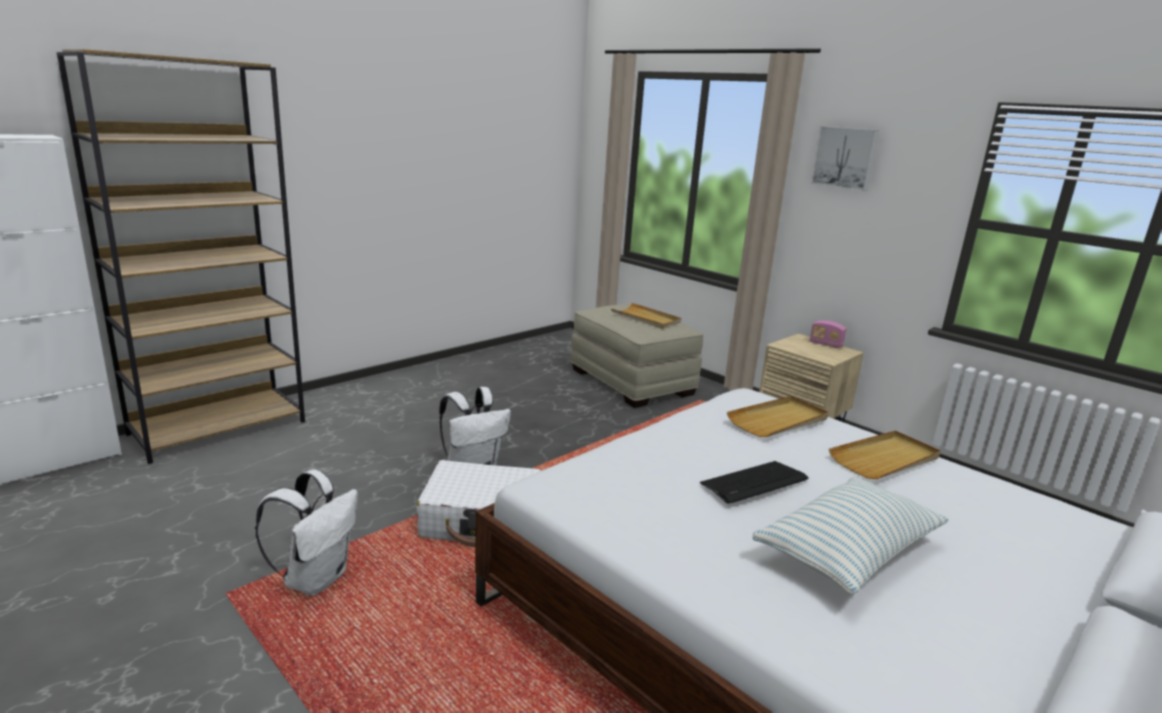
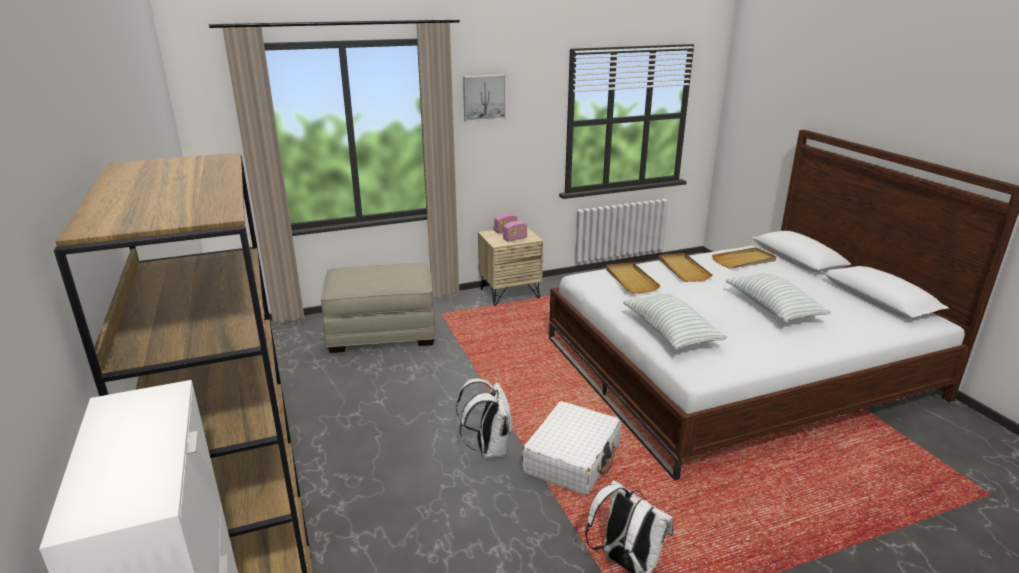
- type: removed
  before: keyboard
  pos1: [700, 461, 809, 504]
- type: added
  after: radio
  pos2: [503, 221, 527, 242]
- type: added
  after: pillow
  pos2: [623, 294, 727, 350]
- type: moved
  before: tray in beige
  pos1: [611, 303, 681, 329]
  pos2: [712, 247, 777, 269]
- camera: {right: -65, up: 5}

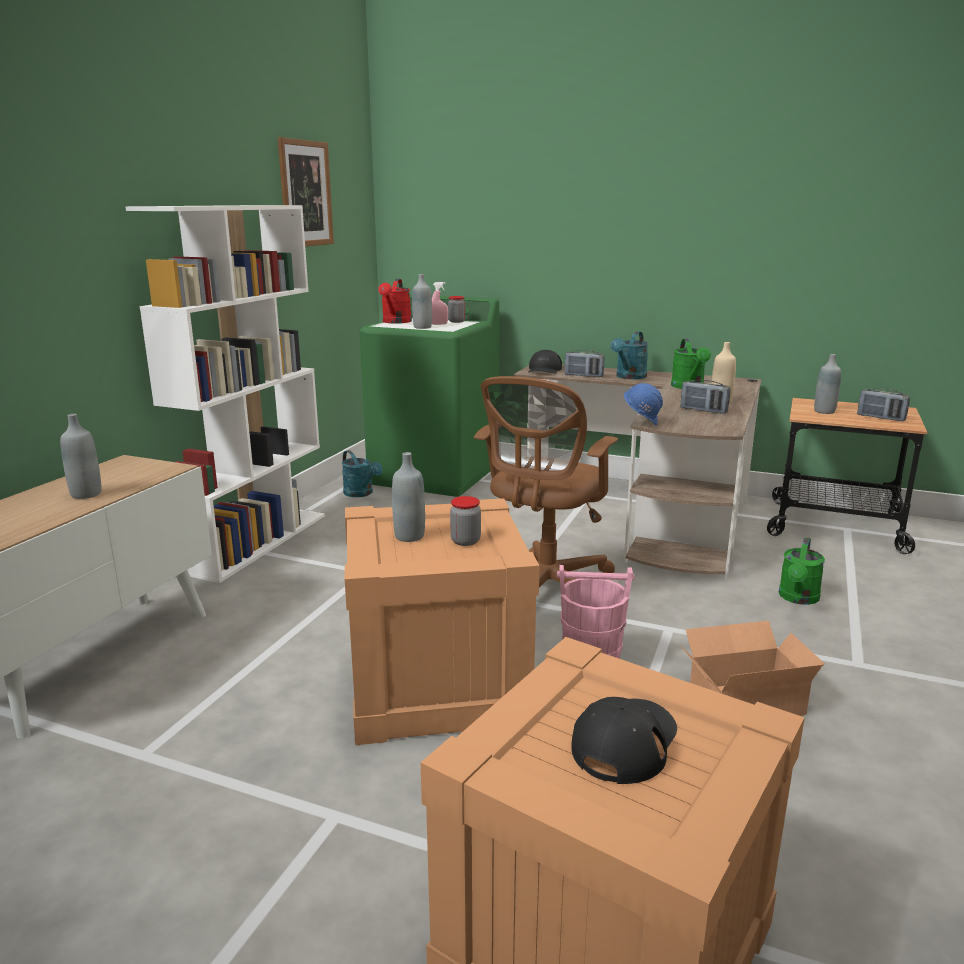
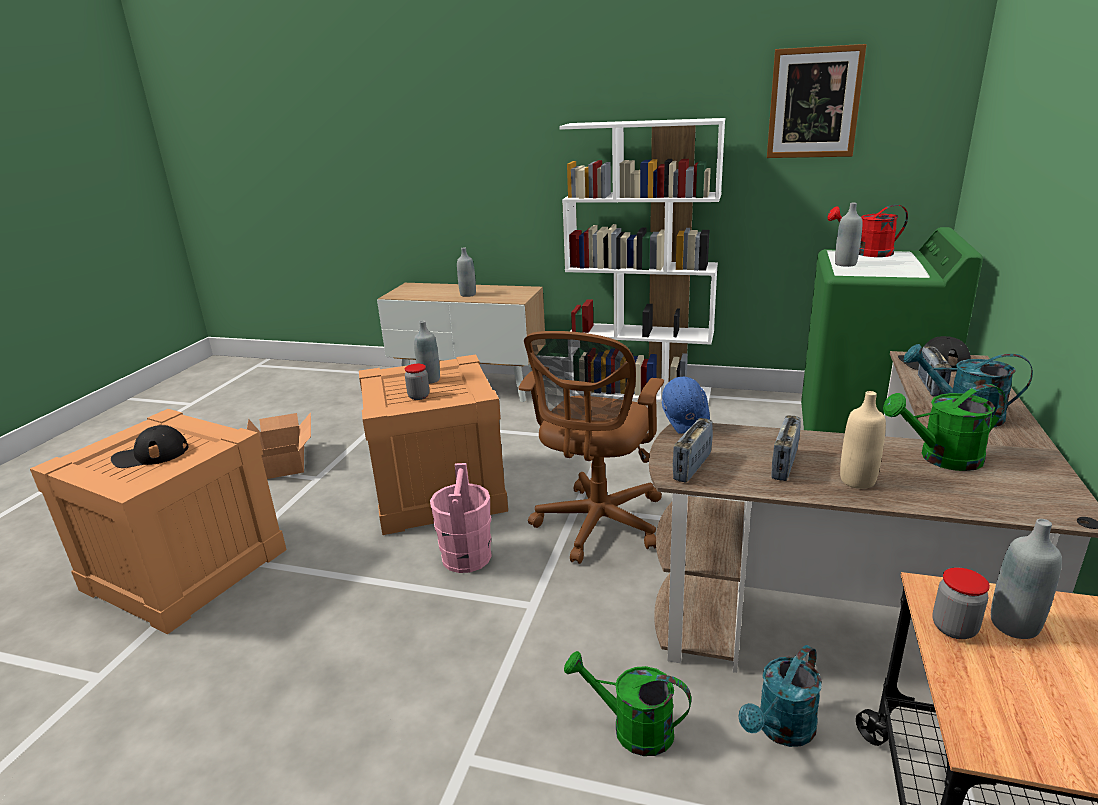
- type: removed
  before: spray bottle in pink
  pos1: [432, 282, 448, 325]
- type: moved
  before: watering can in turquoise
  pos1: [342, 450, 383, 497]
  pos2: [739, 645, 822, 747]
- type: moved
  before: jar
  pos1: [448, 296, 465, 323]
  pos2: [932, 568, 990, 639]
- type: moved
  before: cardboard box
  pos1: [681, 621, 825, 716]
  pos2: [247, 412, 311, 479]
- type: moved
  before: radio
  pos1: [857, 389, 910, 421]
  pos2: [673, 418, 713, 483]
- type: turned
  before: office chair in brown
  pos1: [474, 376, 618, 587]
  pos2: [518, 331, 664, 564]
  turn: -90
- type: turned
  before: cap in black
  pos1: [571, 697, 677, 784]
  pos2: [111, 425, 189, 468]
  turn: 135
- camera: {right: 85, up: 5}

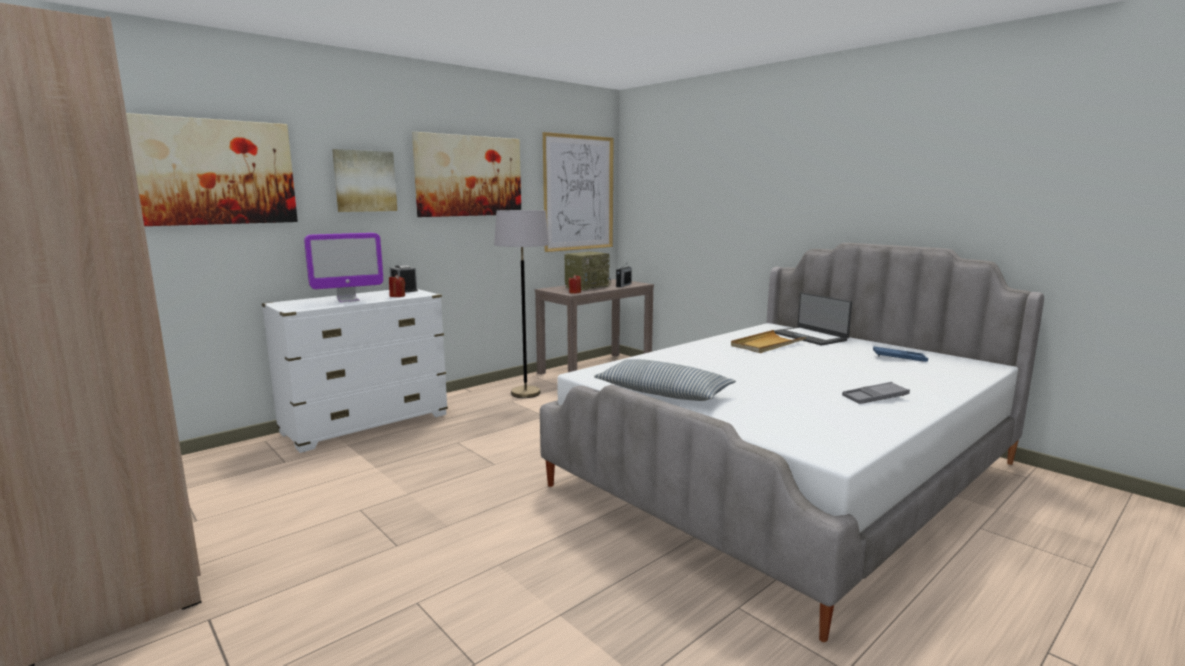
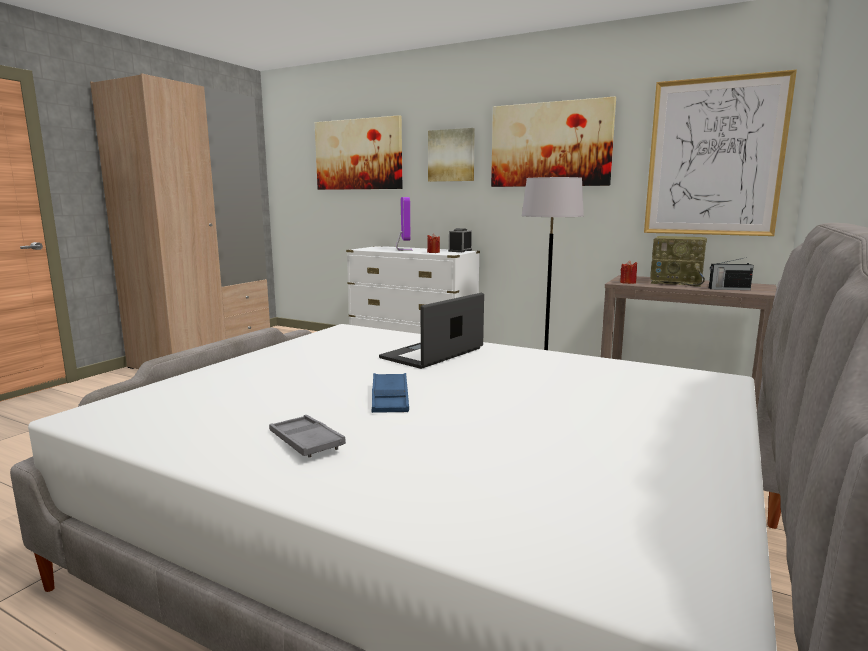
- type: removed
  before: pillow
  pos1: [594, 359, 736, 401]
- type: removed
  before: tray in beige
  pos1: [731, 330, 806, 353]
- type: moved
  before: laptop
  pos1: [774, 292, 852, 345]
  pos2: [379, 293, 484, 369]
- type: moved
  before: tray in blue
  pos1: [873, 346, 928, 362]
  pos2: [371, 373, 409, 413]
- type: turned
  before: monitor
  pos1: [304, 233, 383, 302]
  pos2: [396, 197, 412, 251]
  turn: -135
- camera: {right: 70, up: 0}

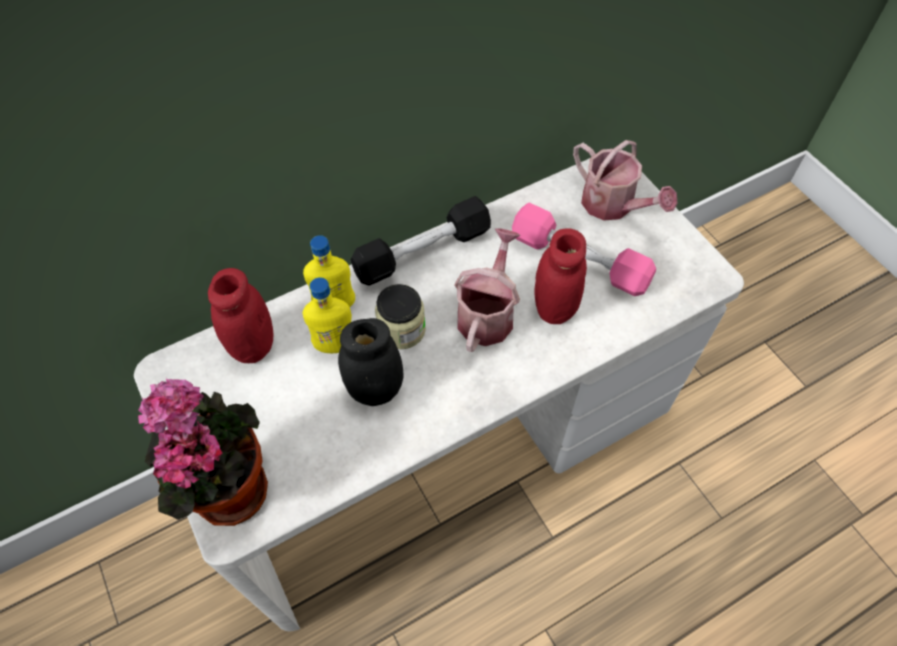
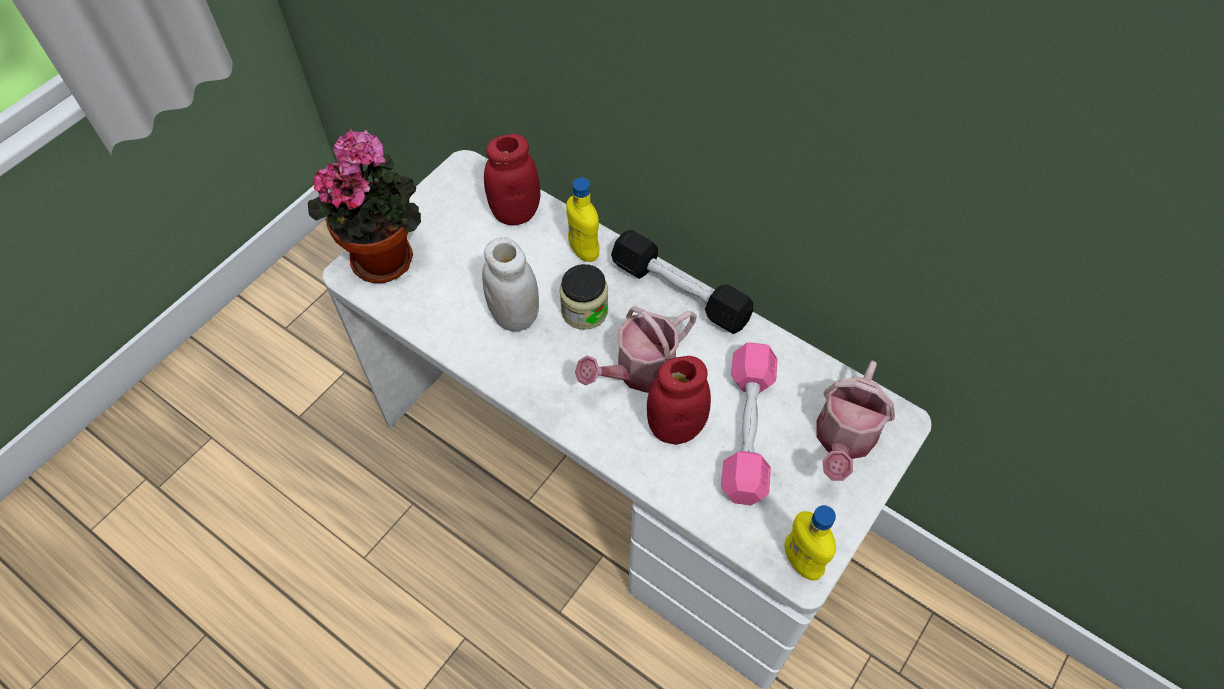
- type: moved
  before: bottle in yellow
  pos1: [303, 277, 352, 353]
  pos2: [784, 505, 836, 580]
- type: recoloured
  before: jar in black
  after: jar in white
  pos1: [338, 318, 404, 406]
  pos2: [482, 237, 539, 331]
- type: turned
  before: watering can
  pos1: [454, 228, 520, 352]
  pos2: [575, 306, 697, 393]
  turn: 150
- camera: {right: 65, up: 0}

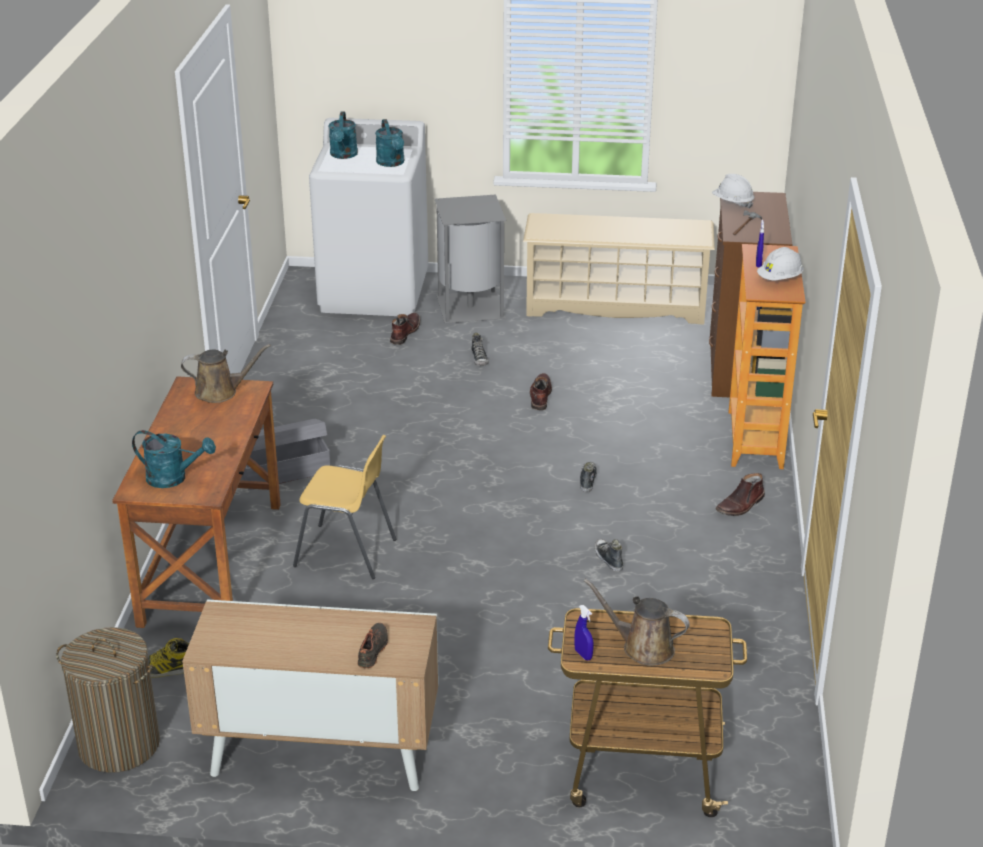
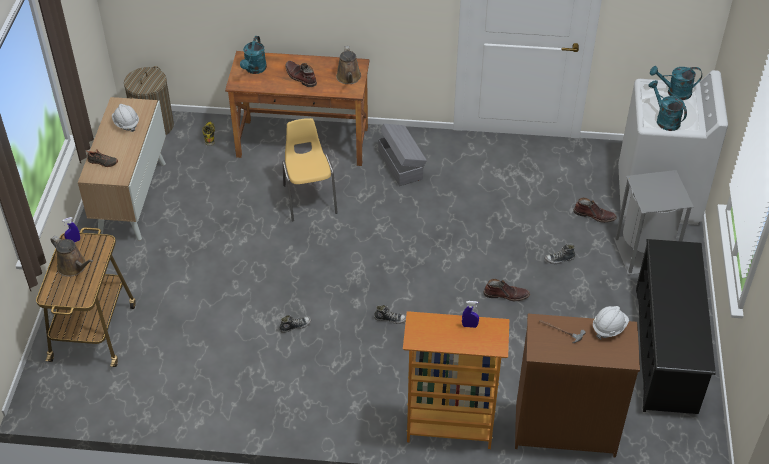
- type: moved
  before: boot in brown
  pos1: [715, 473, 765, 516]
  pos2: [285, 61, 317, 87]
- type: moved
  before: hard hat in white
  pos1: [757, 247, 804, 280]
  pos2: [112, 104, 139, 132]
- type: recoloured
  before: shoe rack in beige
  after: shoe rack in black
  pos1: [523, 213, 715, 325]
  pos2: [636, 239, 716, 414]
- type: turned
  before: chair in yellow
  pos1: [293, 435, 396, 579]
  pos2: [282, 118, 338, 222]
  turn: 150
- type: turned
  before: watering can in turquoise
  pos1: [375, 119, 404, 167]
  pos2: [648, 80, 687, 131]
  turn: 75
- type: turned
  before: watering can in brown
  pos1: [584, 579, 690, 666]
  pos2: [50, 236, 93, 277]
  turn: 105
- camera: {right: 90, up: 15}

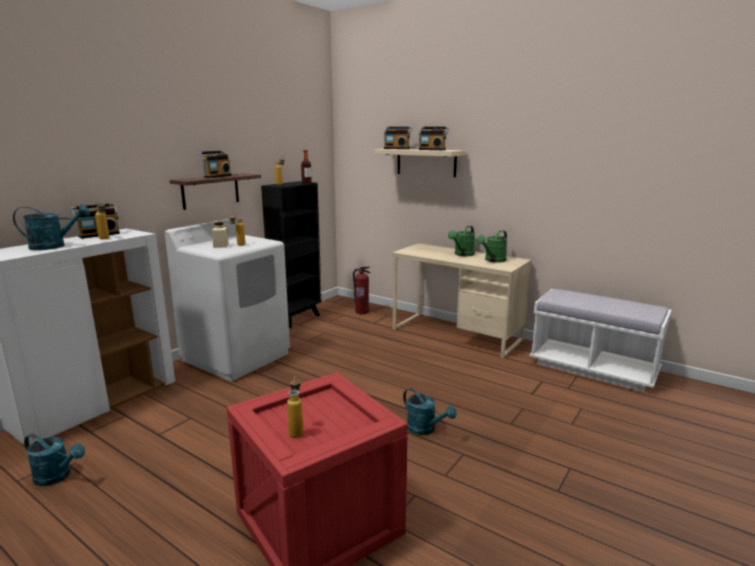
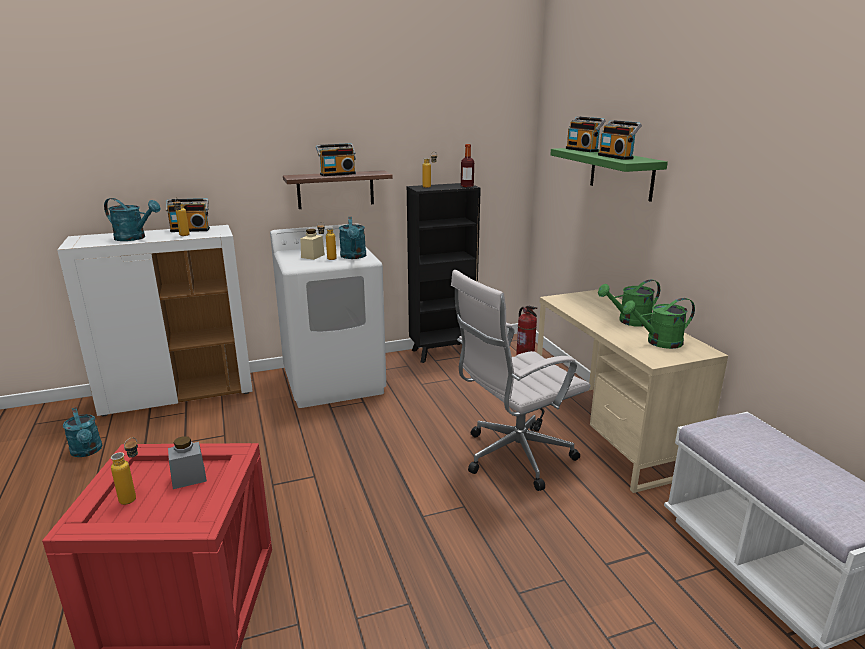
- type: added
  after: jar in grey
  pos2: [168, 436, 207, 489]
- type: added
  after: office chair in white
  pos2: [451, 270, 590, 491]
- type: moved
  before: watering can in turquoise
  pos1: [403, 388, 457, 435]
  pos2: [339, 217, 366, 259]
- type: recoloured
  before: shelf in beige
  after: shelf in green
  pos1: [374, 149, 466, 177]
  pos2: [550, 148, 668, 202]
- camera: {right: 35, up: 5}

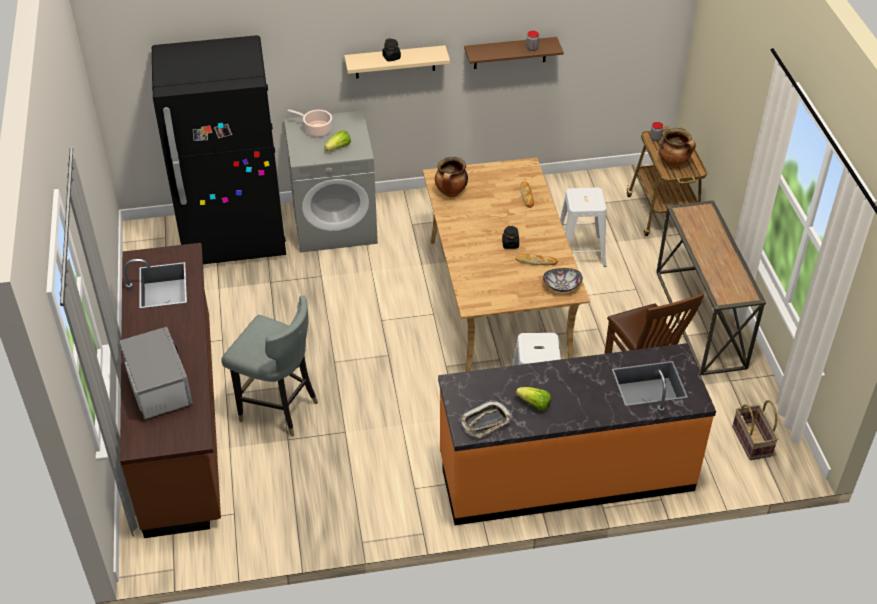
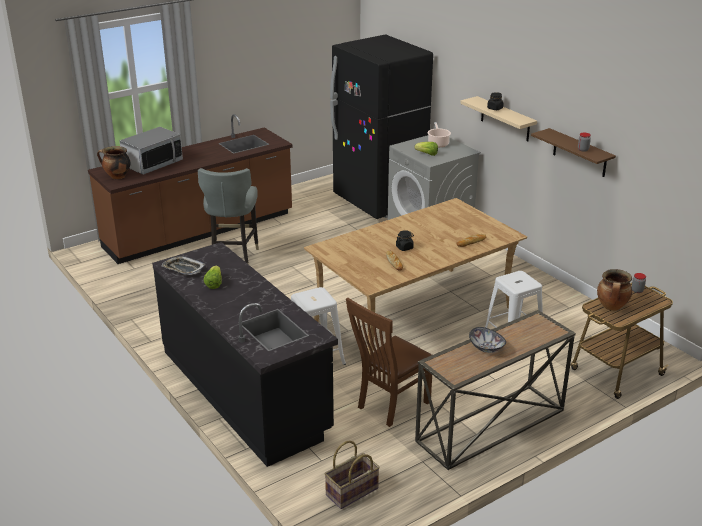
- type: moved
  before: cooking pot
  pos1: [435, 157, 468, 197]
  pos2: [97, 146, 130, 179]
- type: moved
  before: bowl
  pos1: [543, 268, 583, 292]
  pos2: [469, 327, 506, 353]
- type: recoloured
  before: counter in orange
  after: counter in black
  pos1: [438, 343, 716, 525]
  pos2: [152, 242, 338, 467]
- camera: {right: 65, up: -15}

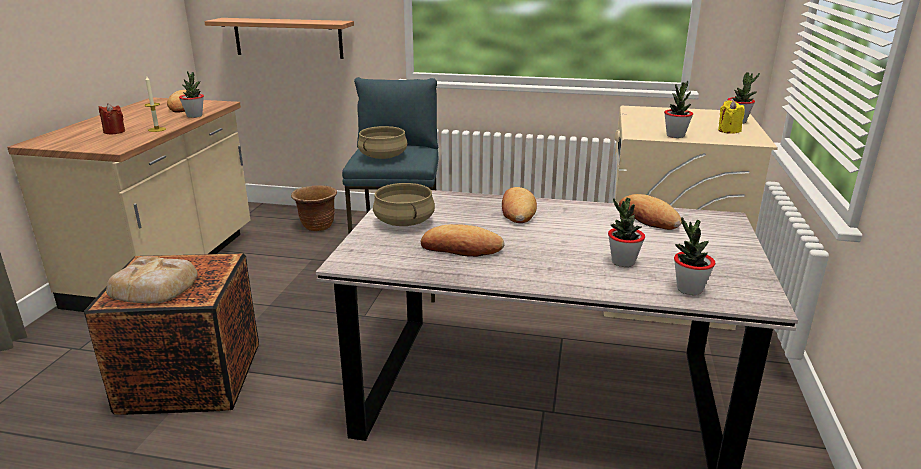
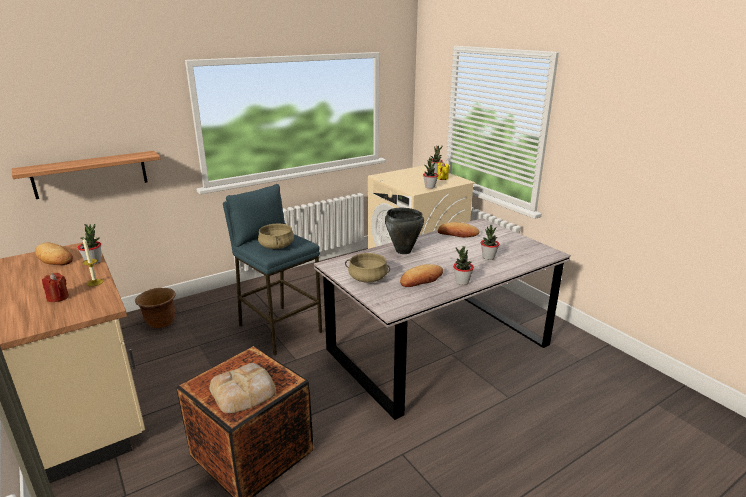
- type: moved
  before: potted plant
  pos1: [674, 217, 715, 295]
  pos2: [453, 246, 474, 285]
- type: replaced
  before: bread
  after: cooking pot in black
  pos1: [502, 187, 537, 223]
  pos2: [385, 208, 424, 254]
- camera: {right: -45, up: 0}

